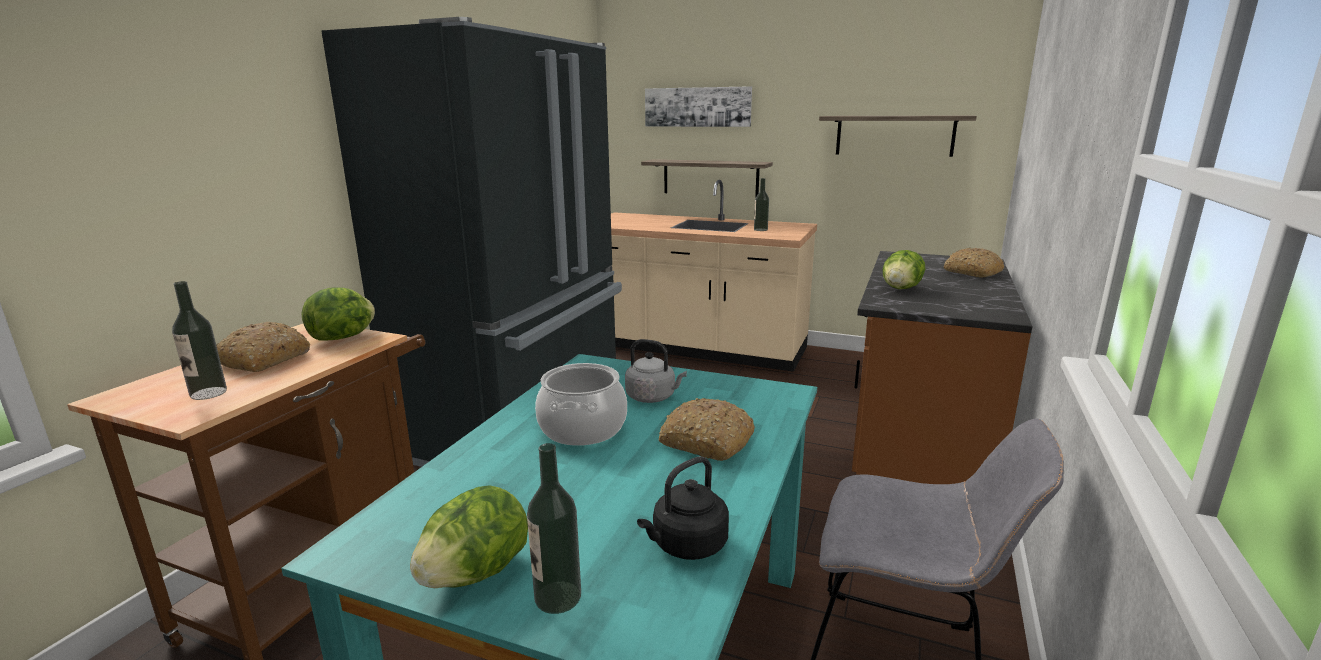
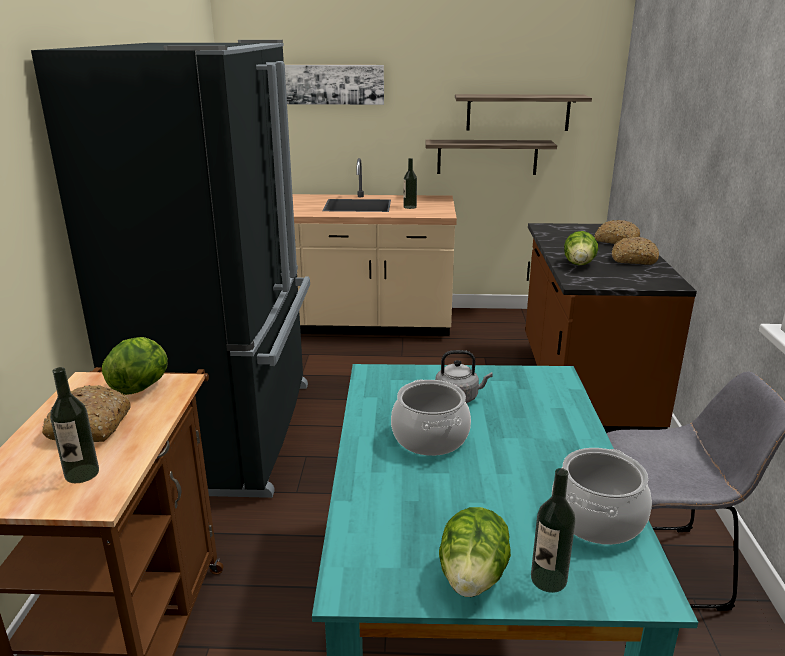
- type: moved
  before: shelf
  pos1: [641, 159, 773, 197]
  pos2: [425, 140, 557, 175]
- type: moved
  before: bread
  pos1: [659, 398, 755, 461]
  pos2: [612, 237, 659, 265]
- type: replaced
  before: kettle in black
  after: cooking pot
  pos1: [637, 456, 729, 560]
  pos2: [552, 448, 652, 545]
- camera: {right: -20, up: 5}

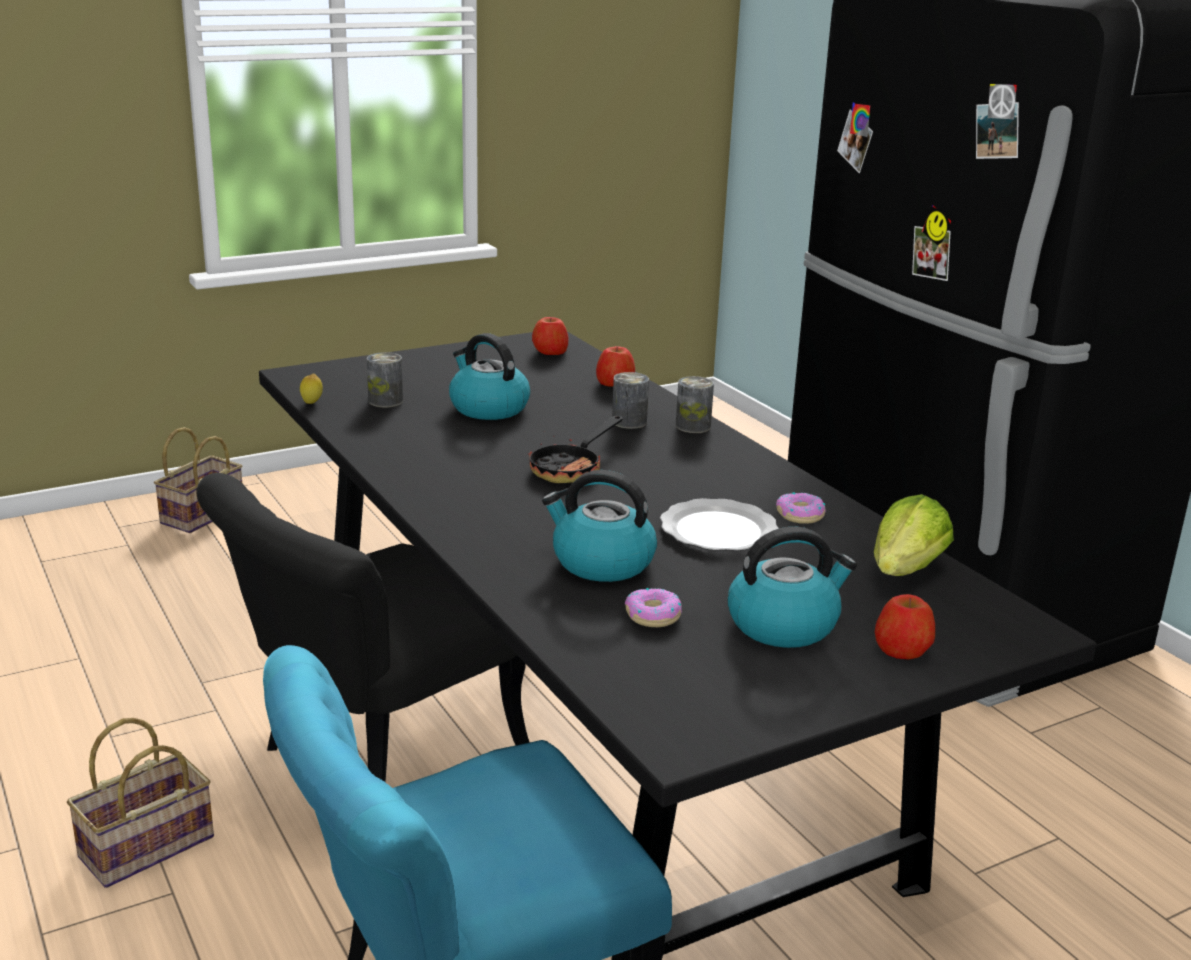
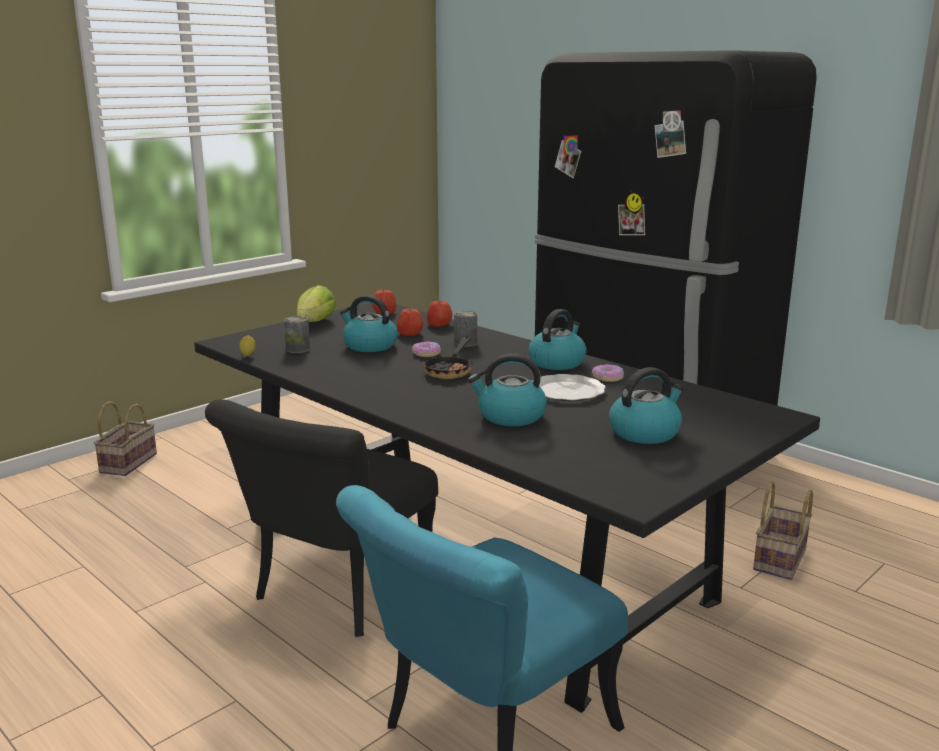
- type: removed
  before: can
  pos1: [676, 376, 714, 433]
- type: added
  after: kettle
  pos2: [528, 309, 587, 370]
- type: moved
  before: basket
  pos1: [67, 718, 214, 888]
  pos2: [753, 482, 813, 580]
- type: moved
  before: donut
  pos1: [625, 588, 682, 627]
  pos2: [412, 341, 441, 357]
- type: moved
  before: lettuce
  pos1: [874, 494, 954, 576]
  pos2: [297, 285, 336, 322]
- type: moved
  before: apple
  pos1: [875, 594, 935, 660]
  pos2: [397, 308, 423, 336]
- camera: {right: -15, up: -5}

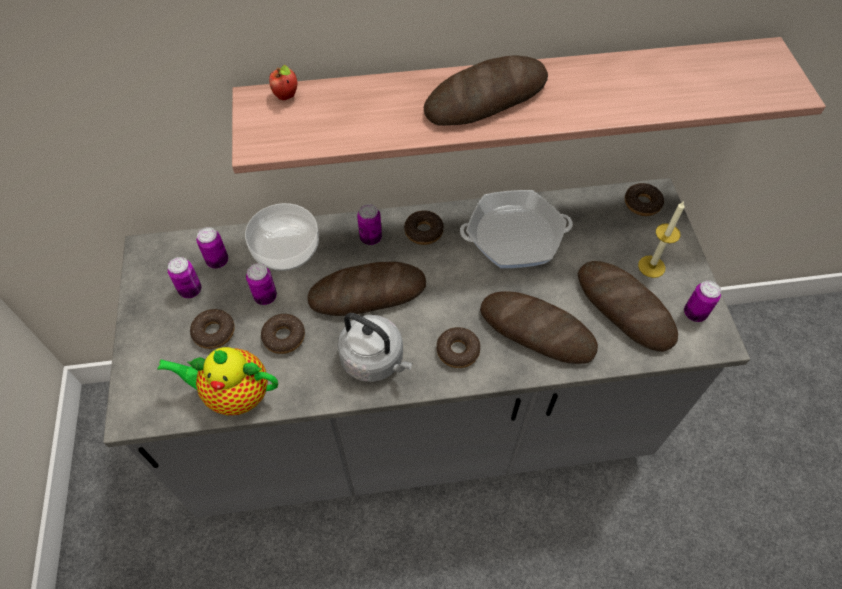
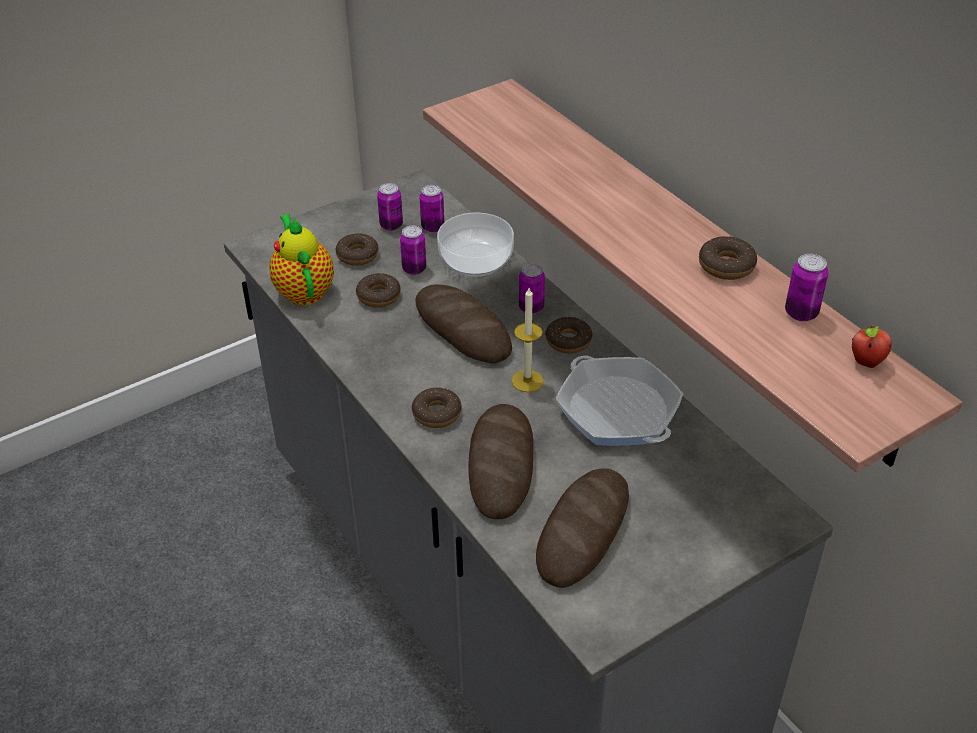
- type: removed
  before: kettle in grey
  pos1: [337, 313, 412, 382]
- type: removed
  before: bread
  pos1: [424, 56, 548, 126]
- type: moved
  before: apple
  pos1: [269, 65, 297, 100]
  pos2: [852, 325, 892, 368]
- type: moved
  before: donut
  pos1: [625, 183, 664, 216]
  pos2: [699, 236, 757, 280]
- type: moved
  before: candle
  pos1: [638, 201, 685, 278]
  pos2: [511, 288, 544, 392]
- type: moved
  before: can
  pos1: [684, 281, 721, 322]
  pos2: [785, 254, 829, 321]
- camera: {right: 65, up: -15}

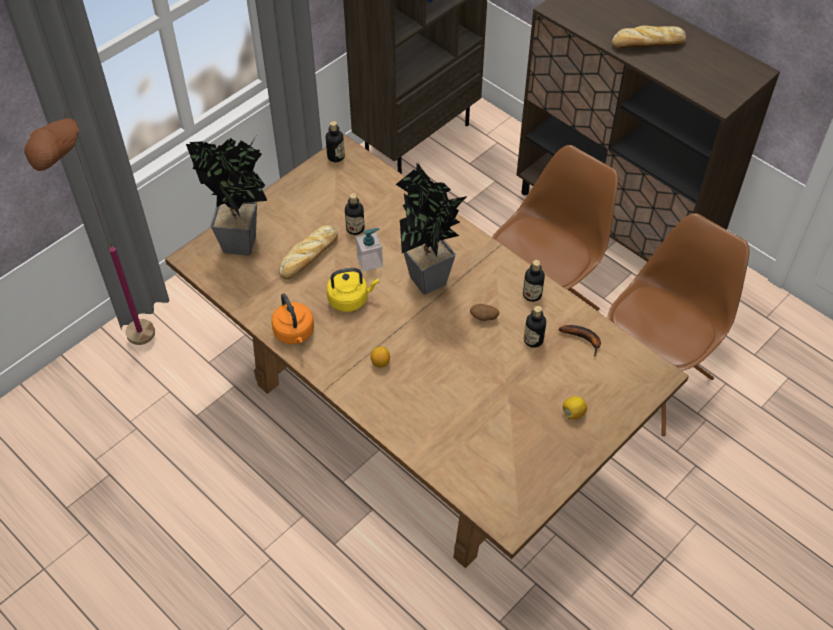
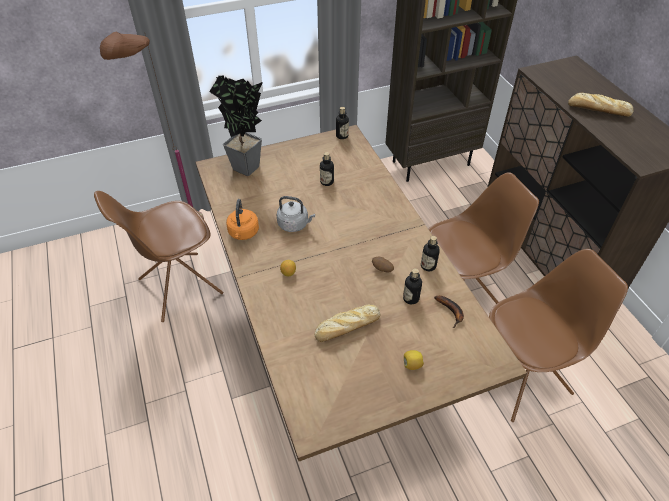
- type: removed
  before: soap dispenser
  pos1: [356, 228, 383, 272]
- type: removed
  before: potted plant
  pos1: [396, 163, 467, 295]
- type: added
  after: chair in brown
  pos2: [94, 191, 224, 322]
- type: moved
  before: bread
  pos1: [279, 225, 338, 279]
  pos2: [315, 304, 380, 342]
- type: recoloured
  before: kettle in yellow
  after: kettle in grey
  pos1: [327, 268, 379, 312]
  pos2: [277, 196, 315, 232]
- camera: {right: 25, up: -5}

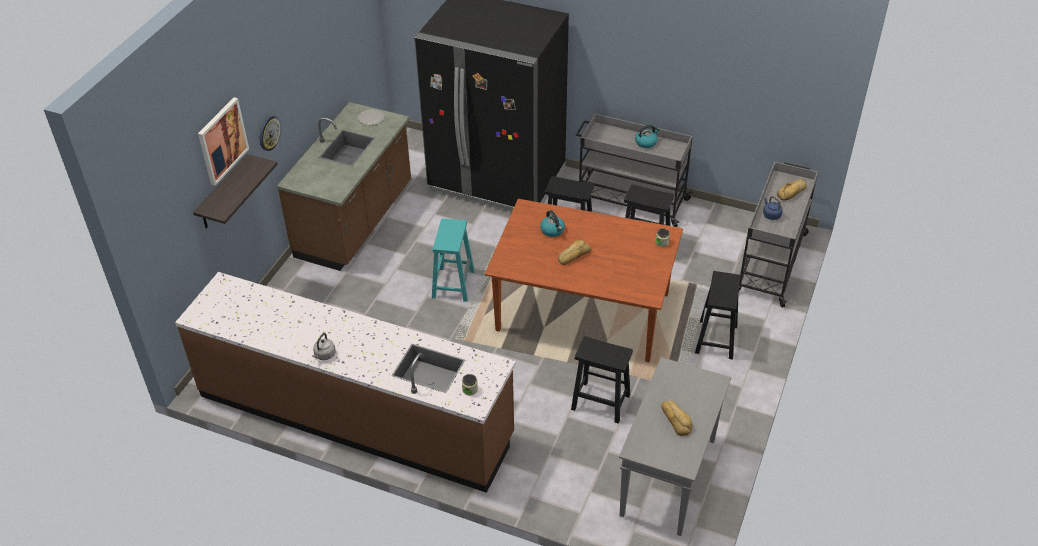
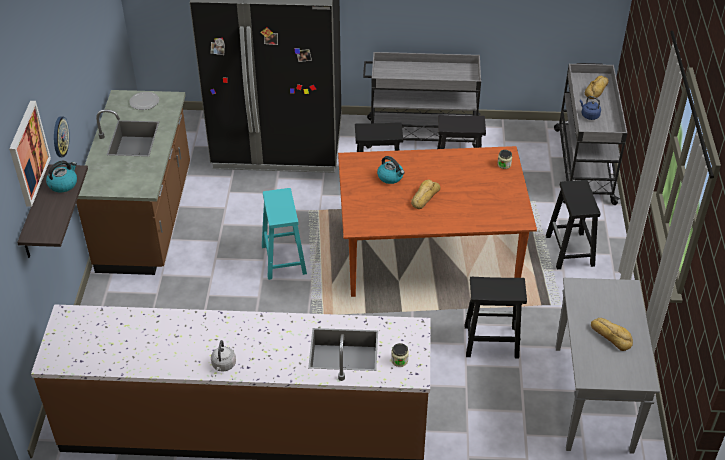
- type: moved
  before: kettle
  pos1: [635, 124, 660, 148]
  pos2: [46, 161, 77, 193]
- camera: {right: -20, up: 0}

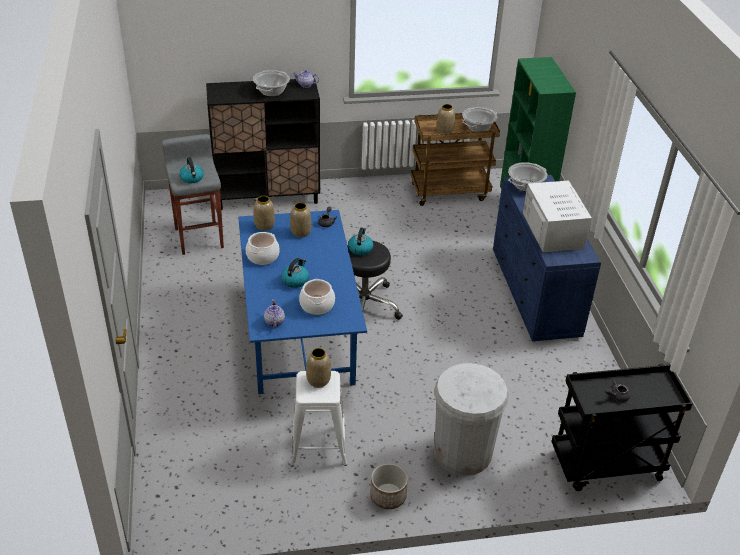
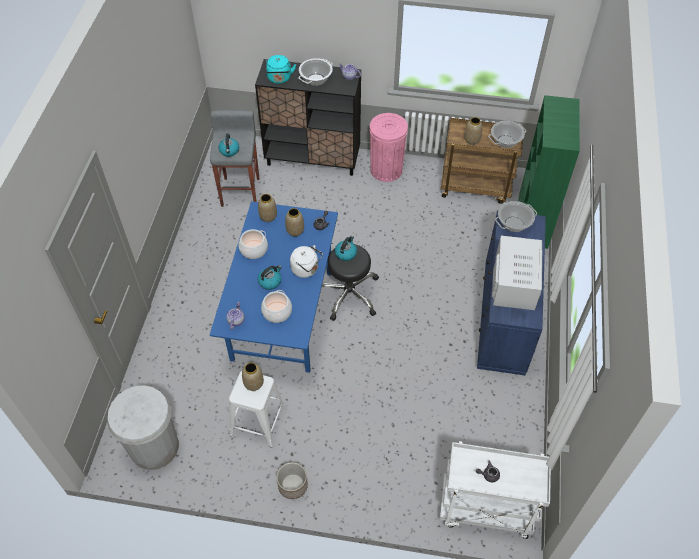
- type: added
  after: kettle in turquoise
  pos2: [266, 55, 296, 84]
- type: added
  after: kettle in white
  pos2: [290, 245, 323, 278]
- type: added
  after: trash can in pink
  pos2: [370, 113, 408, 182]
- type: moved
  before: trash can in white
  pos1: [434, 363, 509, 476]
  pos2: [107, 385, 179, 470]
- type: recoloured
  before: cart in black
  after: cart in white
  pos1: [551, 364, 693, 491]
  pos2: [440, 441, 551, 539]
- camera: {right: 20, up: 15}

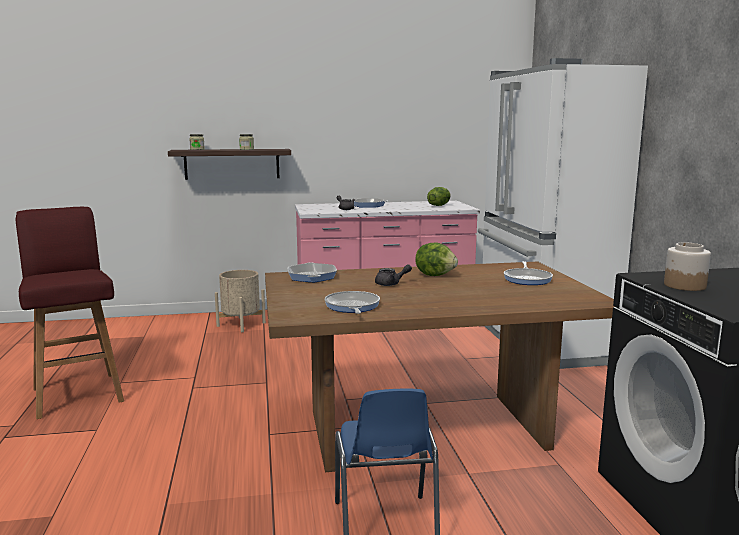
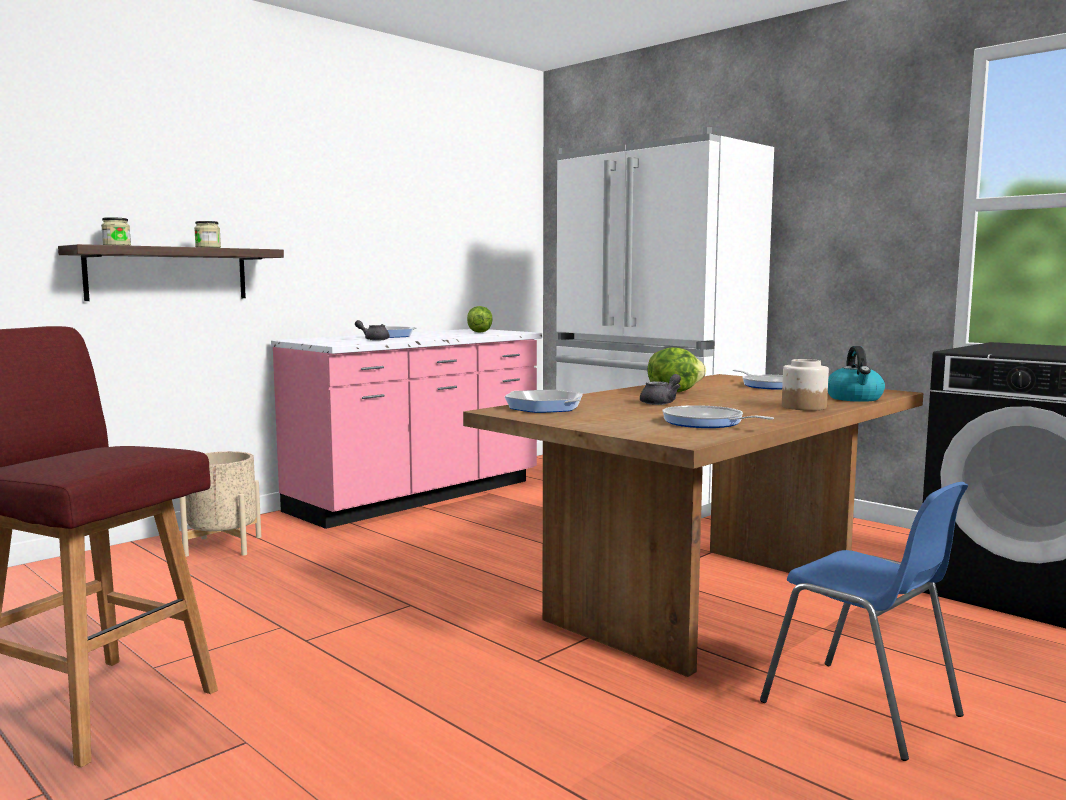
- type: added
  after: kettle
  pos2: [828, 346, 885, 402]
- type: moved
  before: jar
  pos1: [664, 242, 711, 291]
  pos2: [782, 359, 829, 411]
- camera: {right: -35, up: -5}

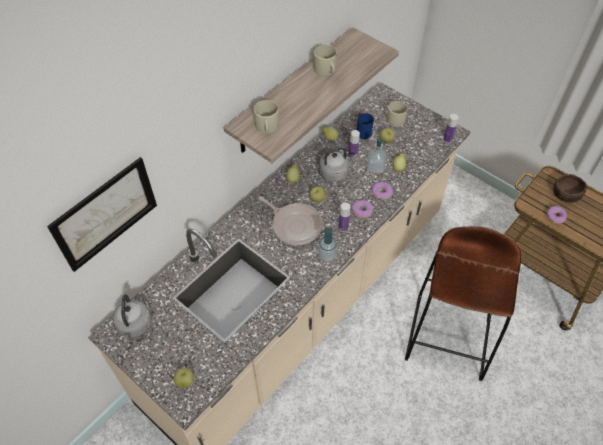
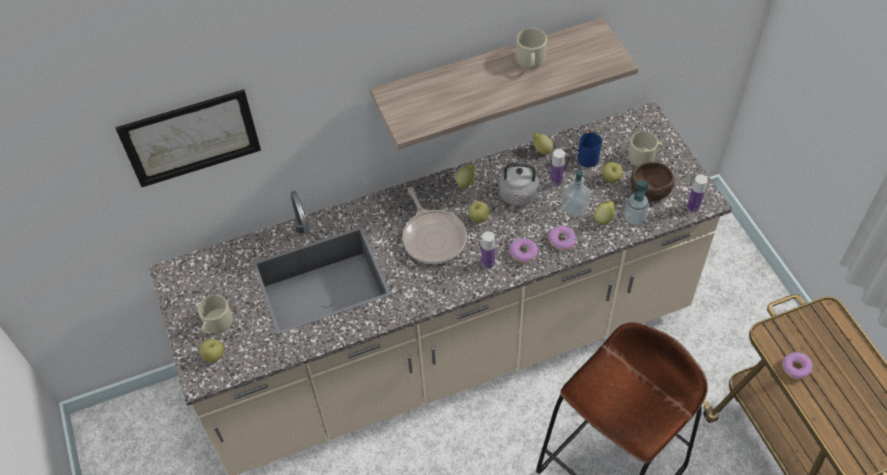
- type: removed
  before: kettle in grey
  pos1: [113, 295, 152, 341]
- type: moved
  before: mug in beige
  pos1: [253, 100, 279, 133]
  pos2: [198, 295, 233, 334]
- type: moved
  before: soap dispenser
  pos1: [318, 228, 337, 262]
  pos2: [624, 180, 649, 225]
- type: moved
  before: bowl in brown
  pos1: [553, 174, 587, 203]
  pos2: [631, 161, 674, 202]
- camera: {right: 30, up: 0}

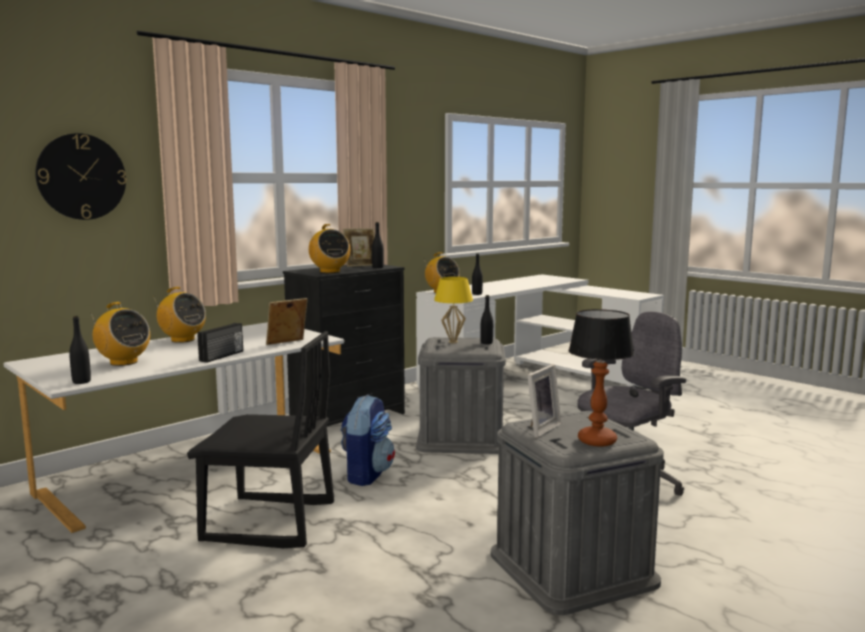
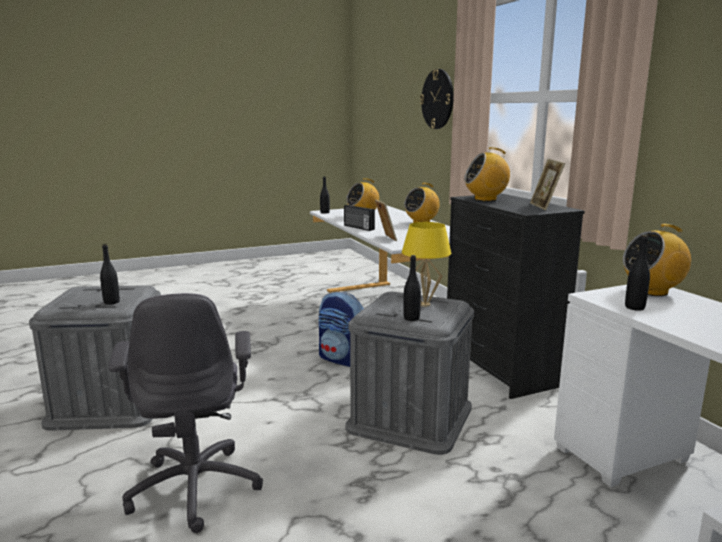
- type: removed
  before: chair in black
  pos1: [187, 331, 334, 548]
- type: removed
  before: picture frame
  pos1: [527, 364, 561, 438]
- type: removed
  before: table lamp
  pos1: [569, 309, 634, 447]
- type: moved
  before: bottle in black
  pos1: [372, 222, 384, 268]
  pos2: [100, 244, 120, 305]
- camera: {right: 110, up: 5}

